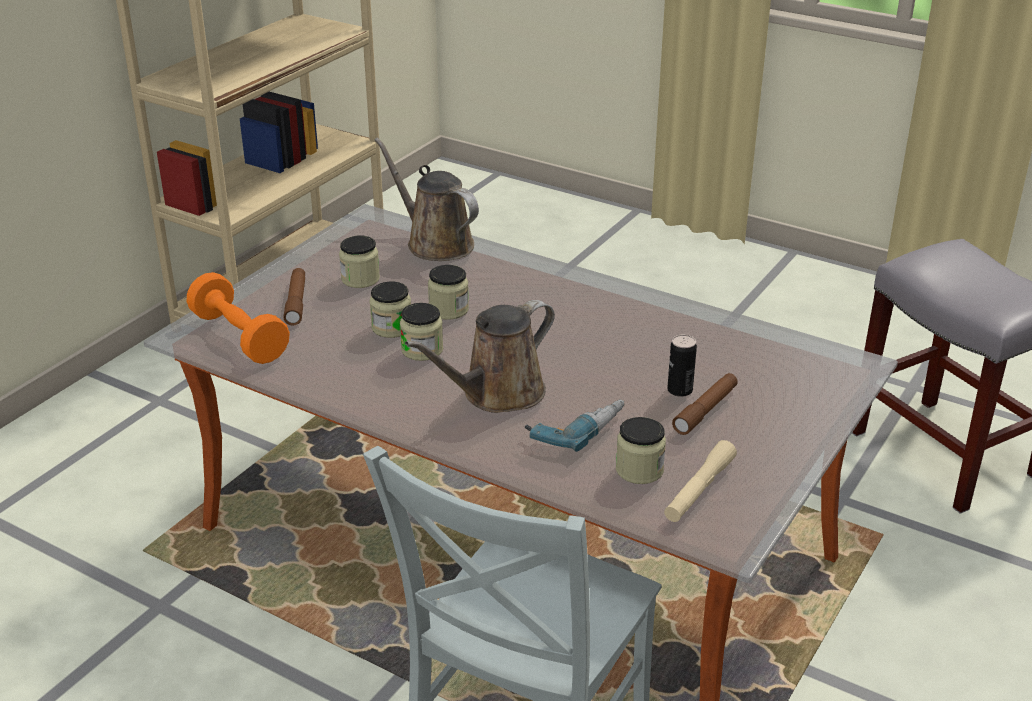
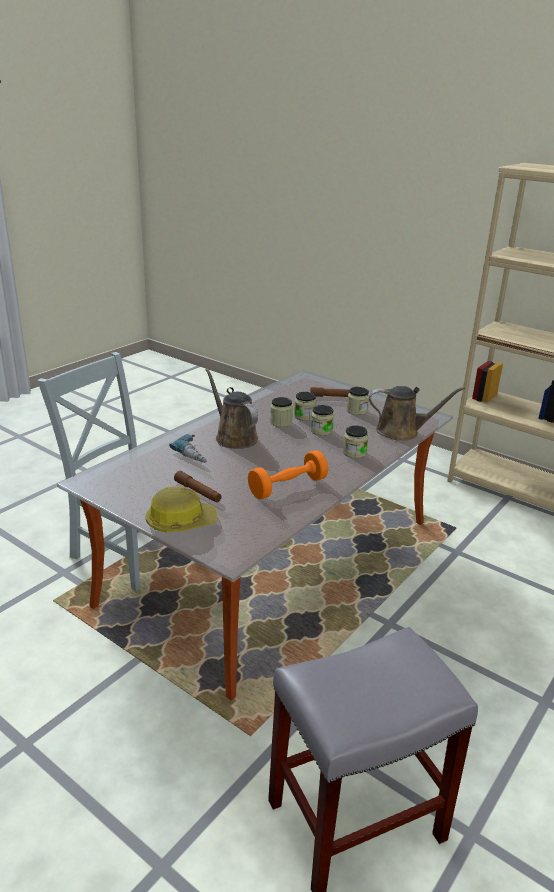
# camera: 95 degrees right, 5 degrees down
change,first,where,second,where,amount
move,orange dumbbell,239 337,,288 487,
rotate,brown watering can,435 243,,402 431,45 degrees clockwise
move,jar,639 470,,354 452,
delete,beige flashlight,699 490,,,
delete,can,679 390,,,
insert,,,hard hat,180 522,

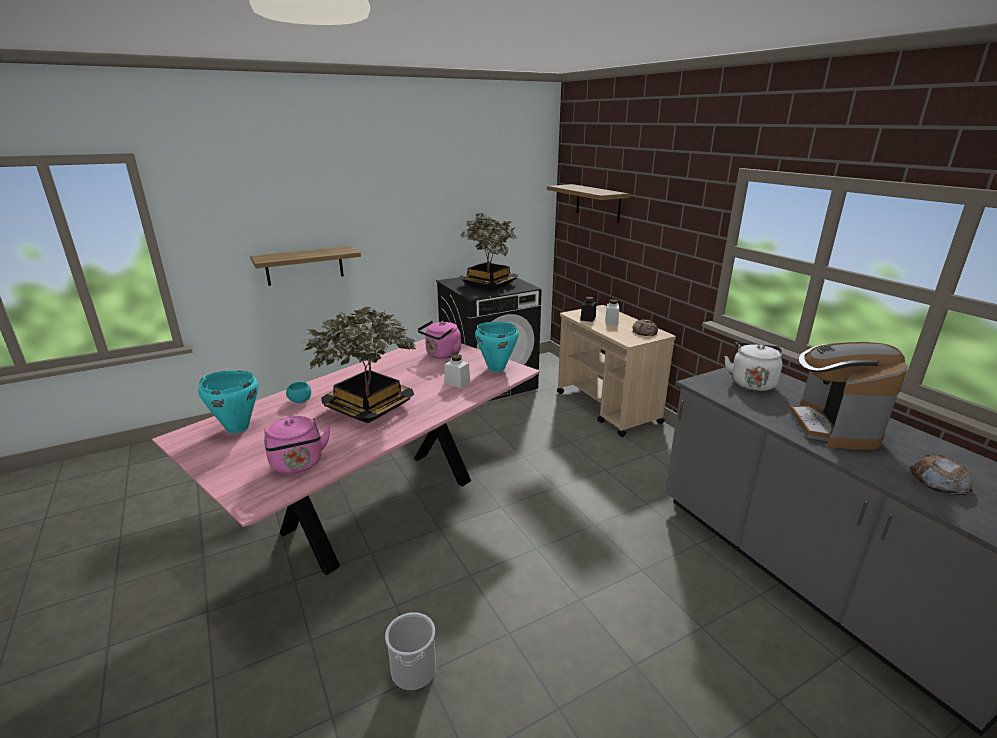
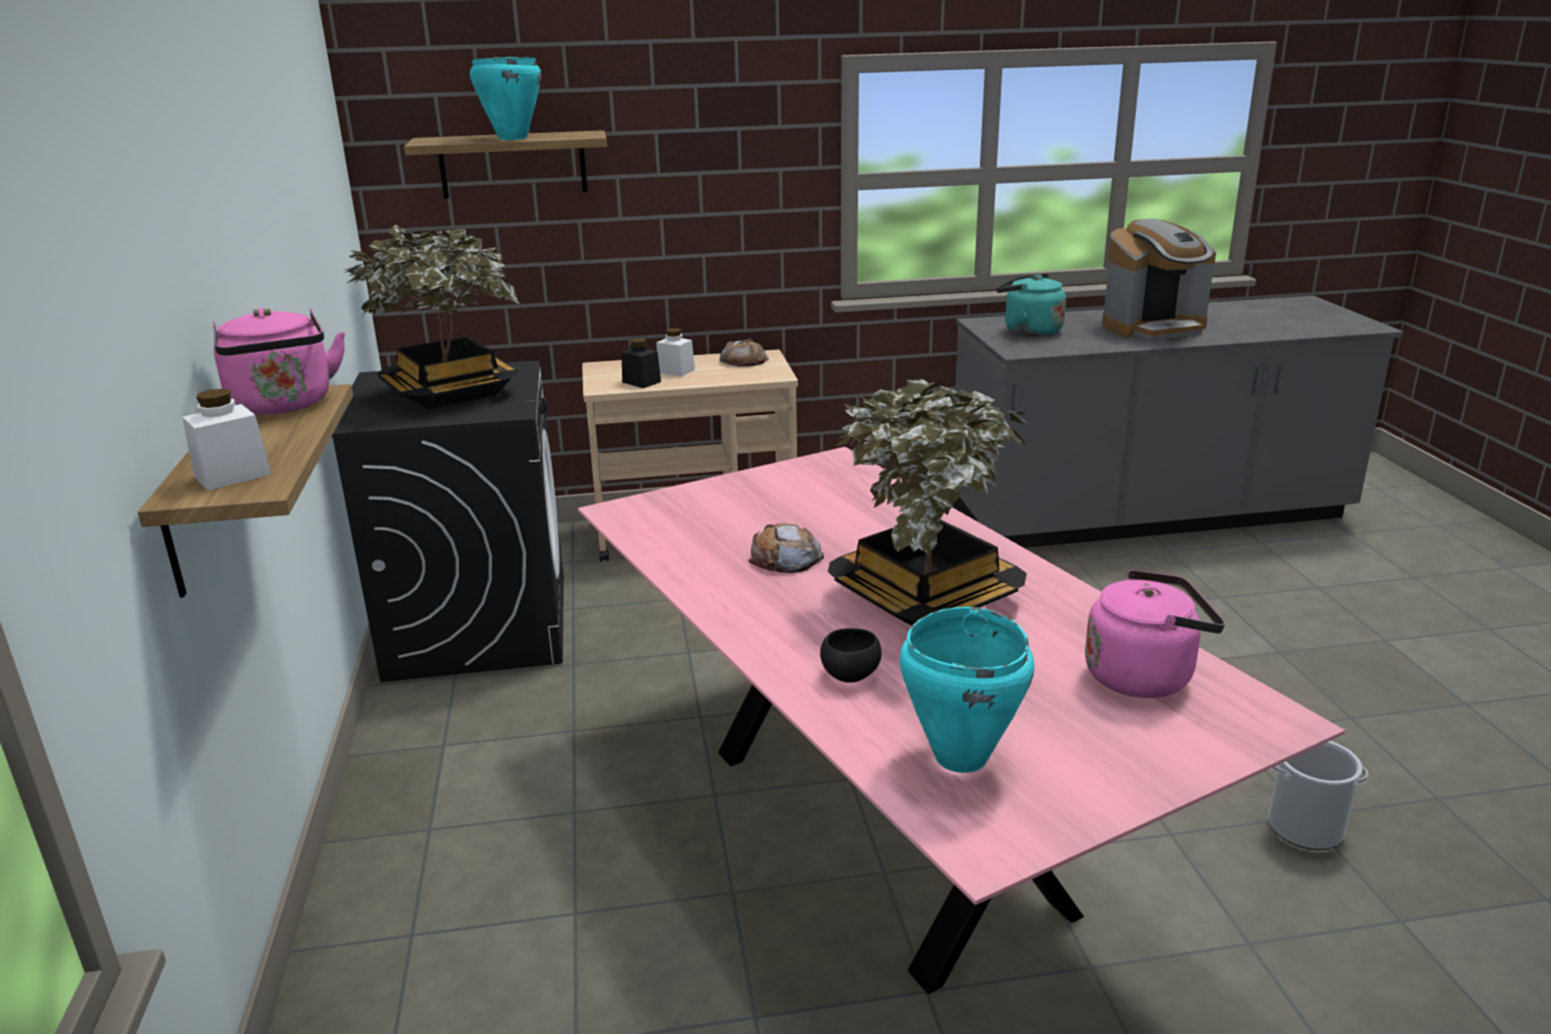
# camera: 70 degrees left, 0 degrees up
change,first,where,second,where,amount
recolor,turquoise bowl,300 401,black bowl,851 675,
move,pink kettle,442 355,,284 406,
move,white jar,457 382,,232 475,
move,turquoise cooking pot,496 368,,512 138,
recolor,white kettle,751 383,turquoise kettle,1028 331,
rotate,coffee machine,832 428,,1154 328,45 degrees counterclockwise
move,bread,939 480,,785 558,

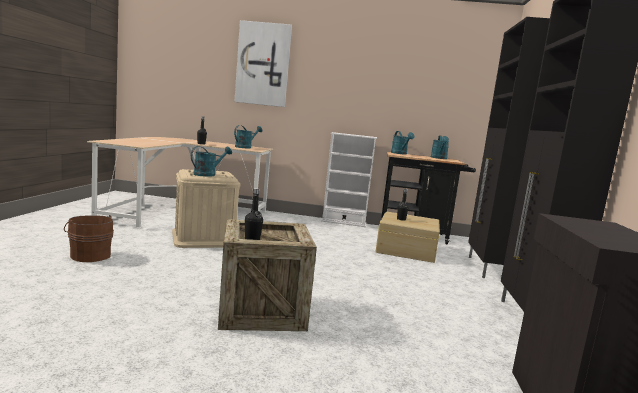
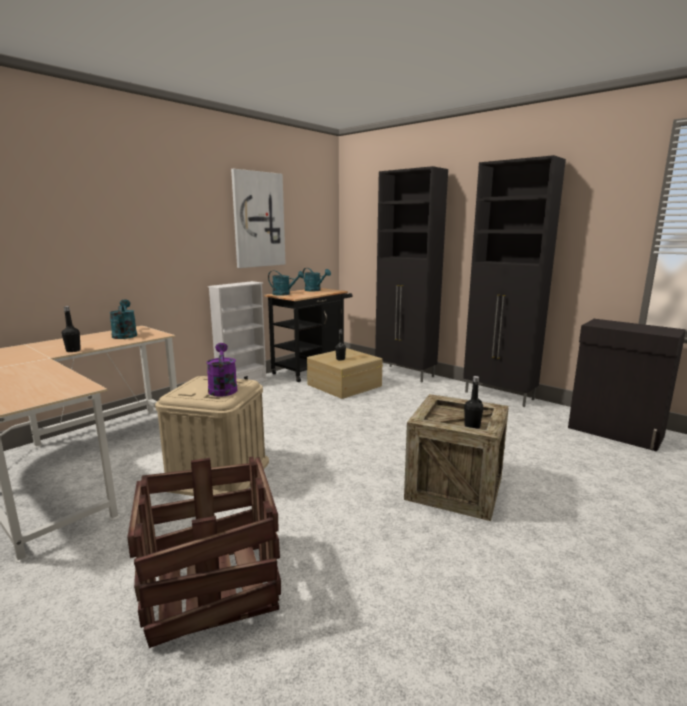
# camera: 55 degrees left, 5 degrees up
change,first,where,second,where,amount
replace,brown bucket,90 255,crate,211 581,
recolor,turquoise watering can,208 174,purple watering can,222 389,
move,picture,263 64,,258 220,

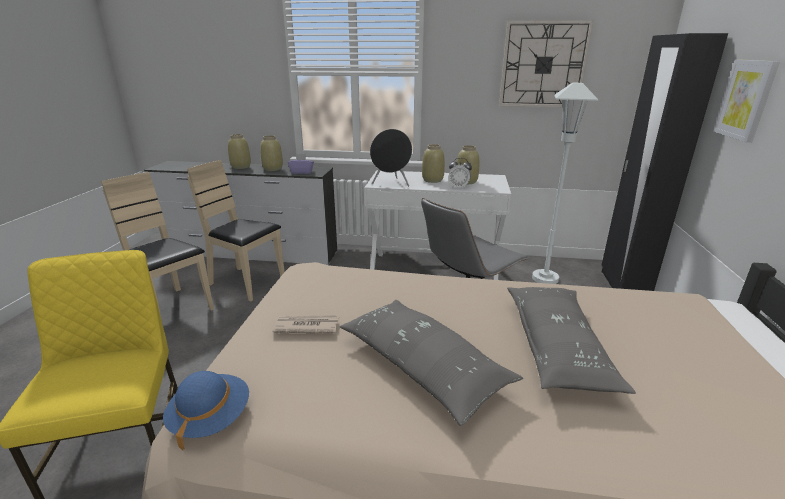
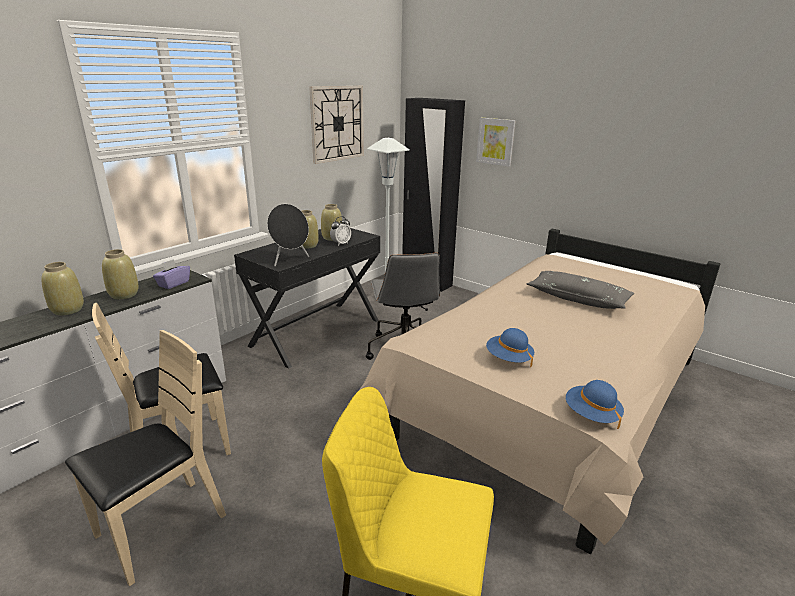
# camera: 60 degrees left, 0 degrees up
change,first,where,second,where,amount
rotate,beige chair,172 309,,161 528,150 degrees clockwise
replace,newspaper,306 326,blue hat,508 359,
delete,grey pillow,422 367,,,
recolor,white desk,434 270,black desk,316 332,

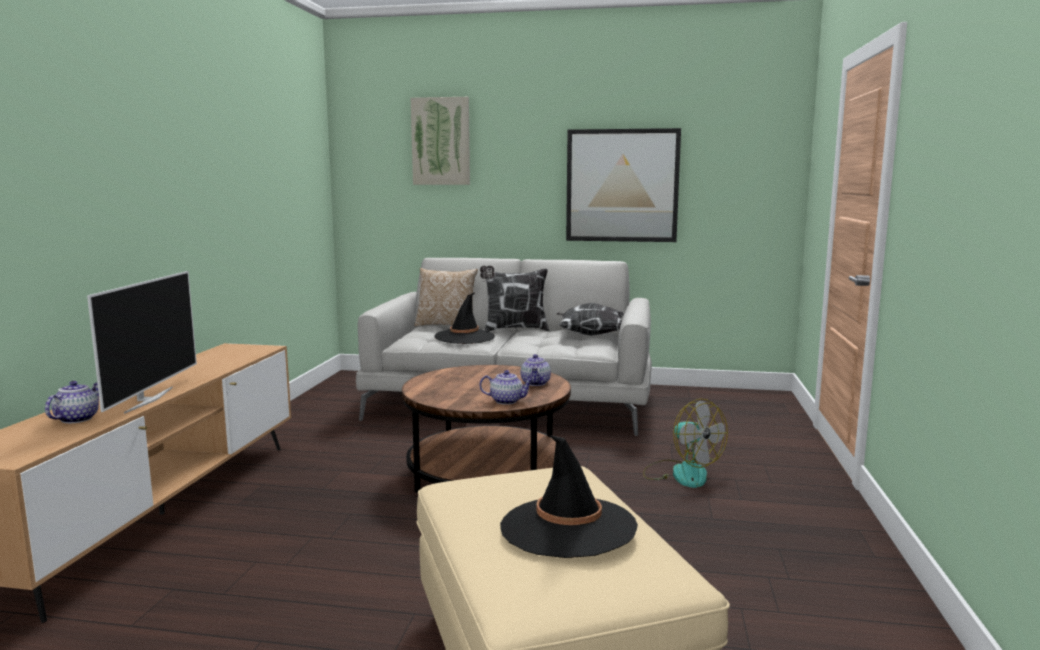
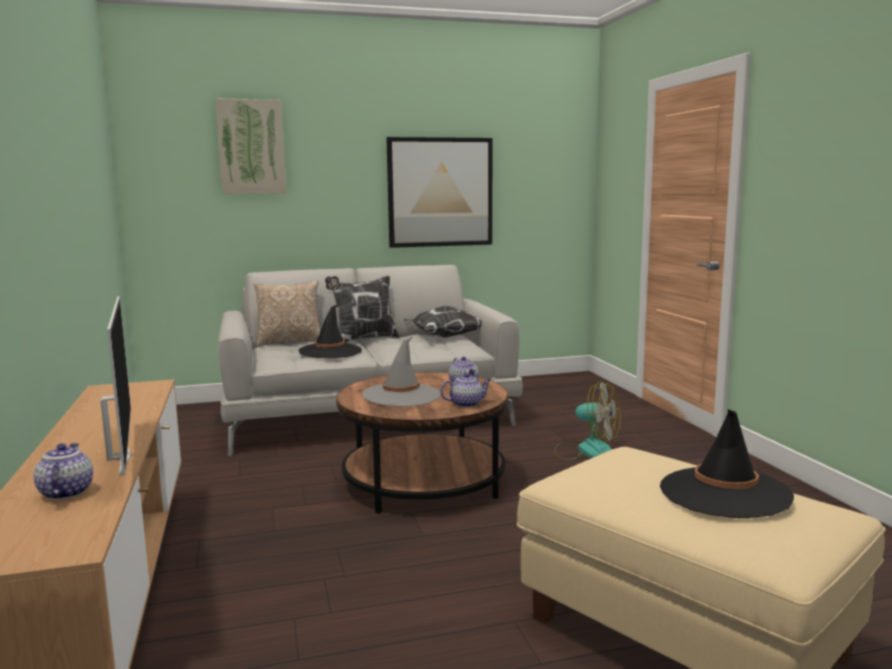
# camera: 25 degrees left, 0 degrees up
change,first,where,second,where,amount
insert,,,grey hat,401 395,

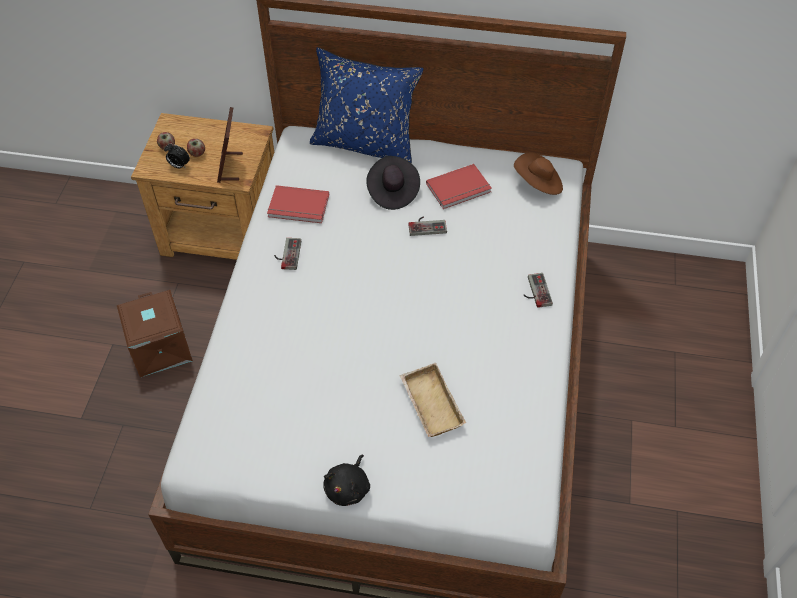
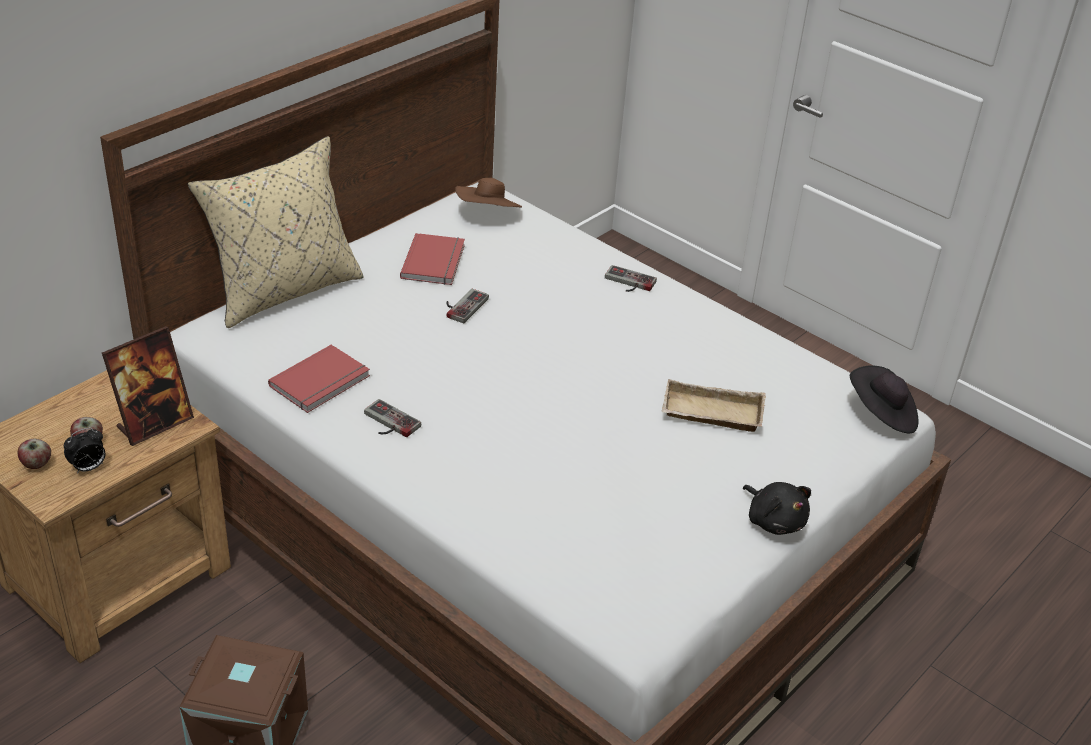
# camera: 60 degrees left, 15 degrees down
change,first,where,second,where,amount
rotate,picture frame,230 167,,154 423,75 degrees counterclockwise
recolor,blue pillow,365 144,beige pillow,283 291,
move,black hat,392 191,,881 414,

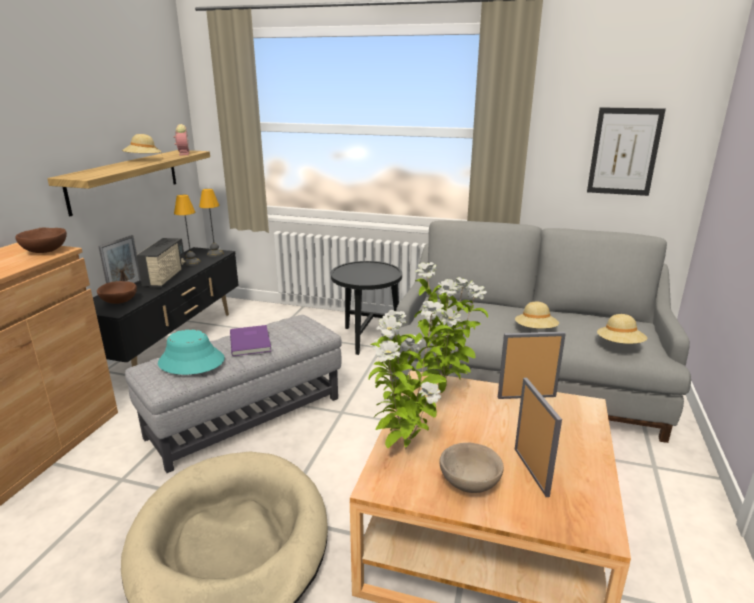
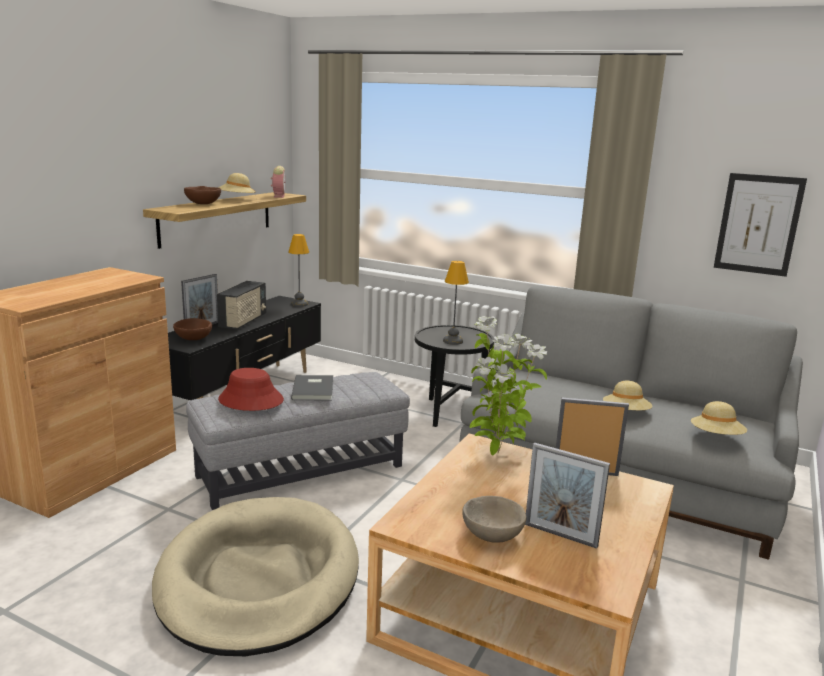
# camera: 10 degrees right, 5 degrees down
change,first,where,second,where,amount
move,brown bowl,46 251,,203 204,
recolor,turquoise hat,191 361,red hat,250 400,
move,table lamp,192 263,,453 341,
recolor,purple book,251 341,grey book,314 389,
delete,potted plant,403 448,,,
rotate,picture frame,531 471,,560 535,120 degrees clockwise

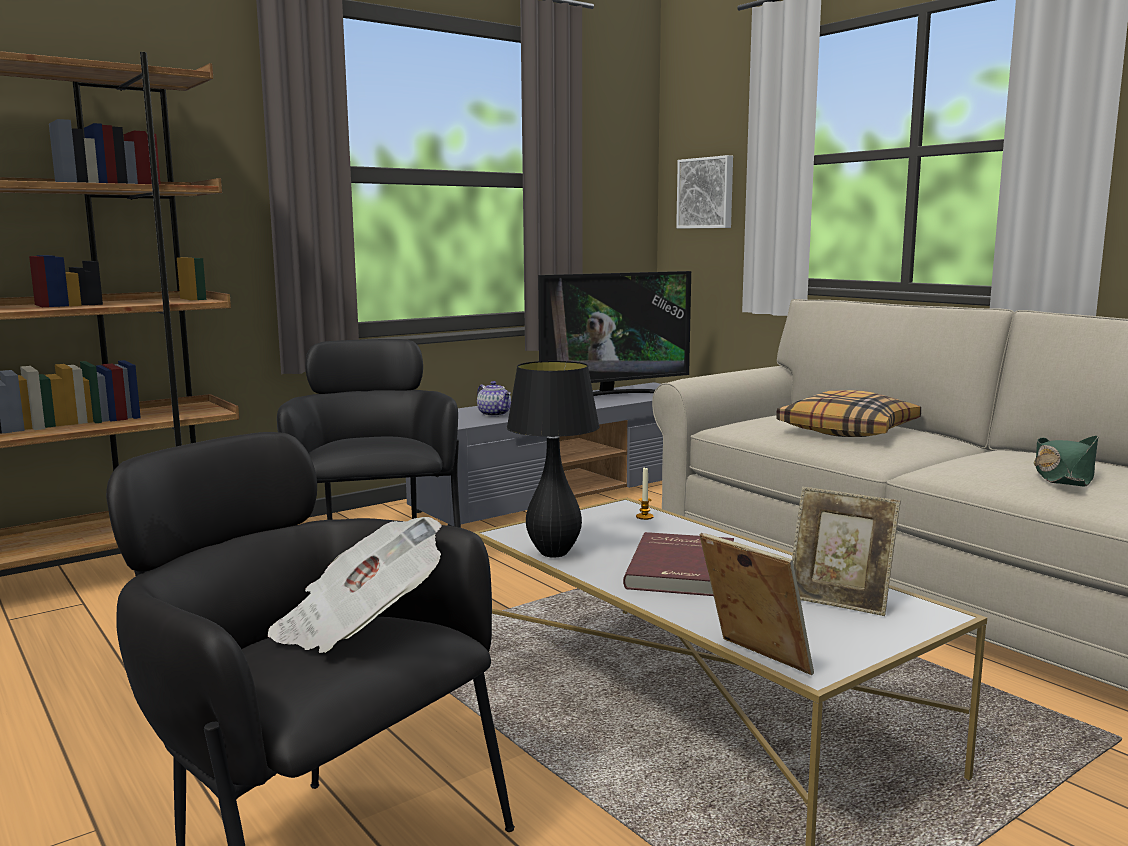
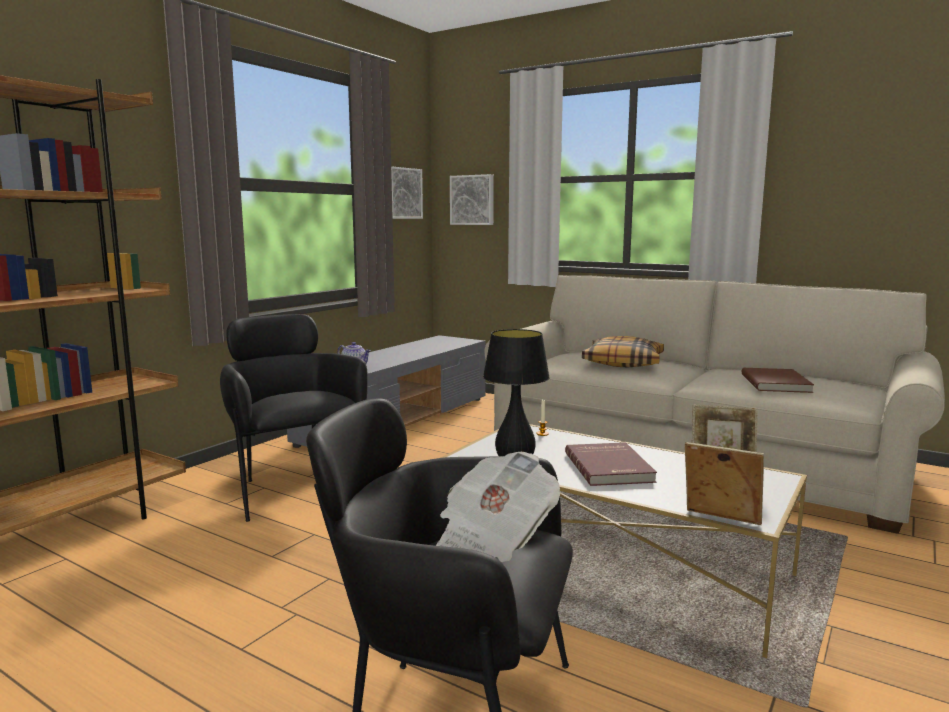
# camera: 20 degrees left, 0 degrees up
change,first,where,second,where,amount
delete,television,613 396,,,
replace,green hat,1063 476,brown book,777 383,
insert,,,picture,402 193,

